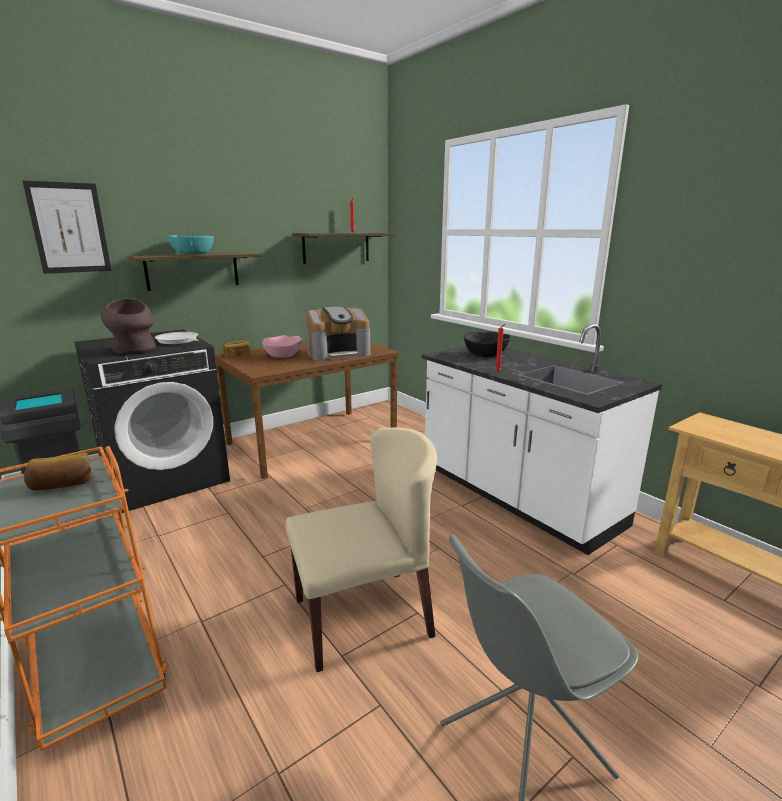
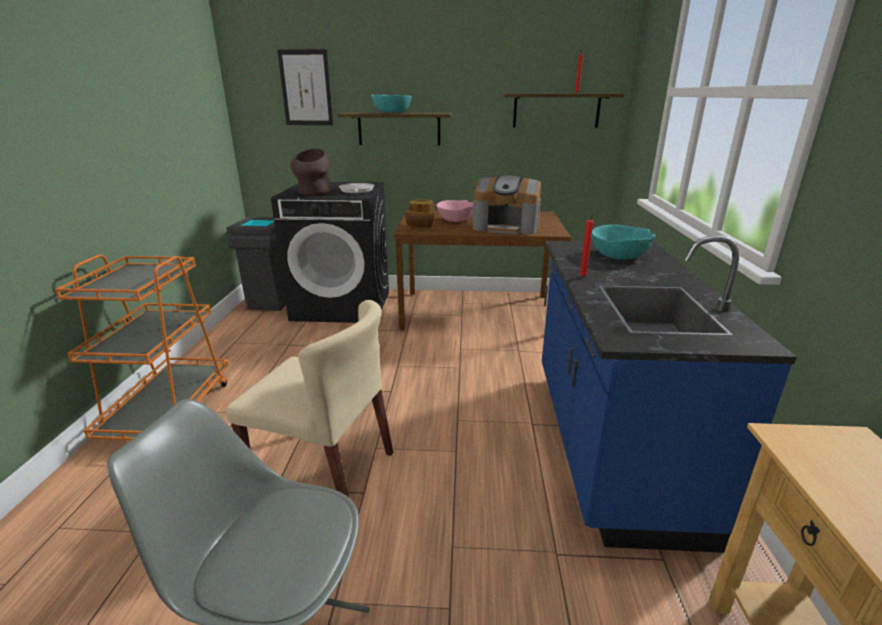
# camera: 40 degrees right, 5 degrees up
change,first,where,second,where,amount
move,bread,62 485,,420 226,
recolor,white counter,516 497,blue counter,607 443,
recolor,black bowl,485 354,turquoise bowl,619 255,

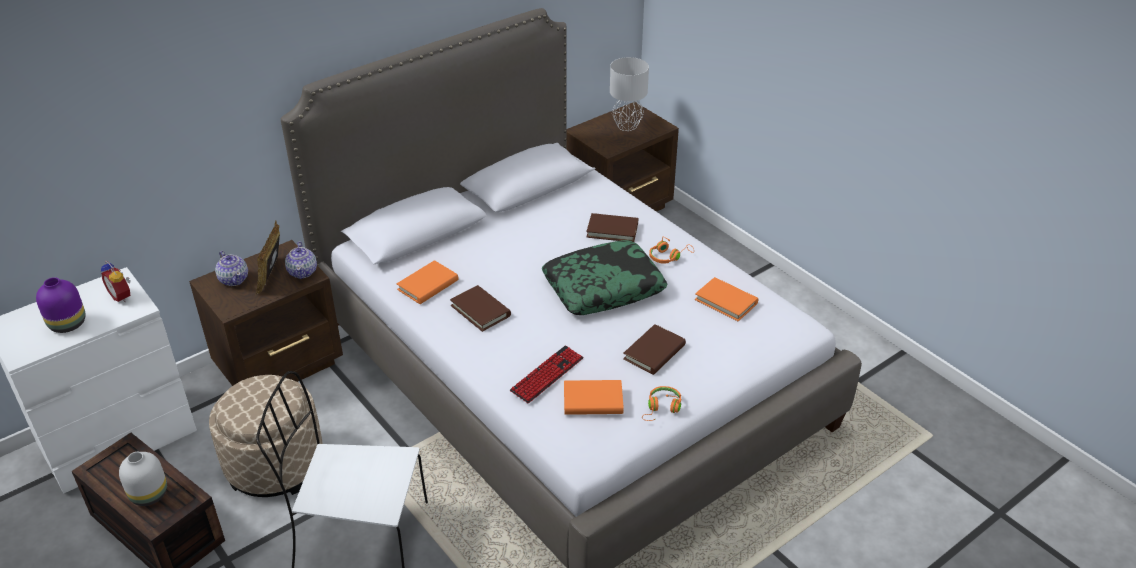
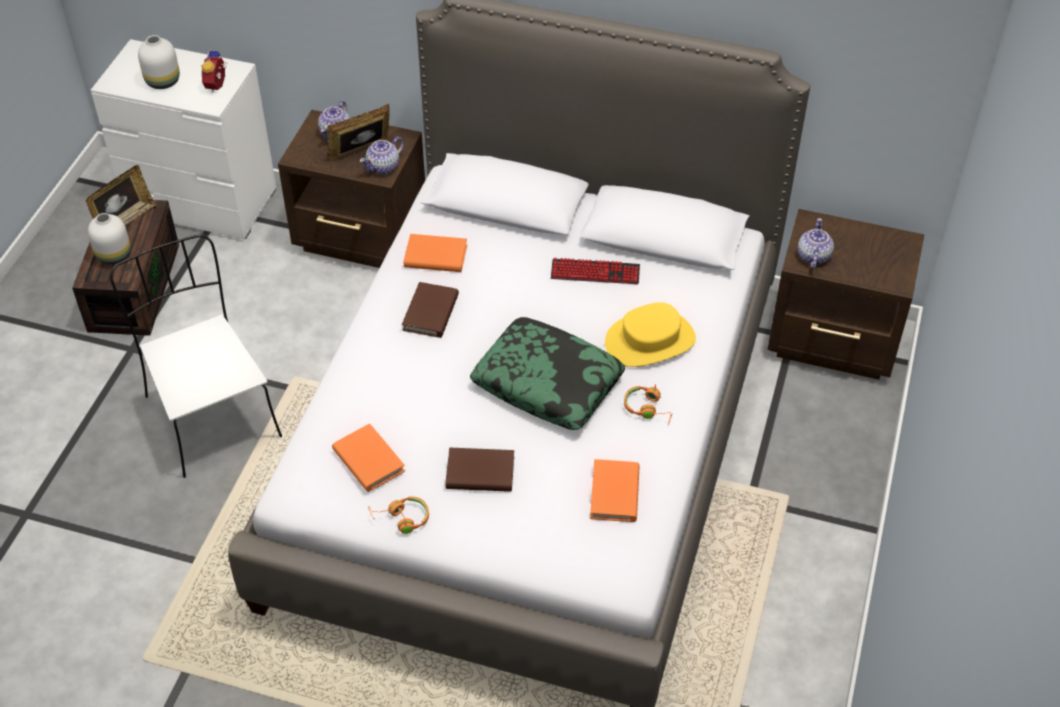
# camera: 55 degrees right, 10 degrees up
change,first,where,second,where,amount
recolor,purple vase,68 323,white vase,164 81,
delete,beige ottoman,275 464,,,
move,keyboard,547 375,,595 273,
replace,brown book,612 230,yellow hat,650 341,
delete,grey table lamp,627 126,,,
insert,,,picture frame,124 220,
insert,,,teapot,813 256,

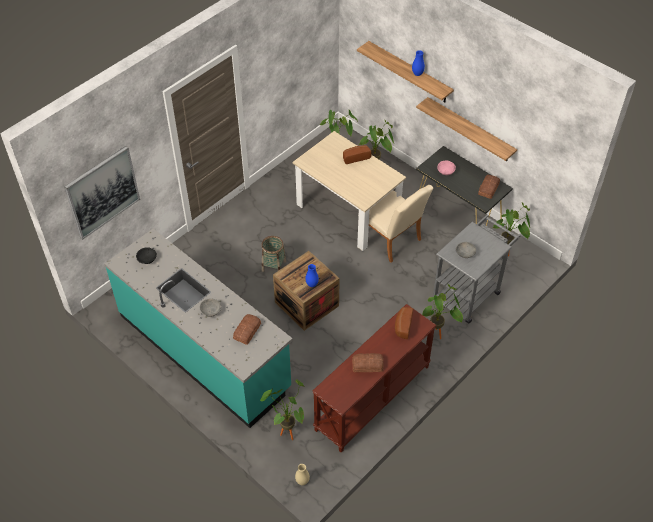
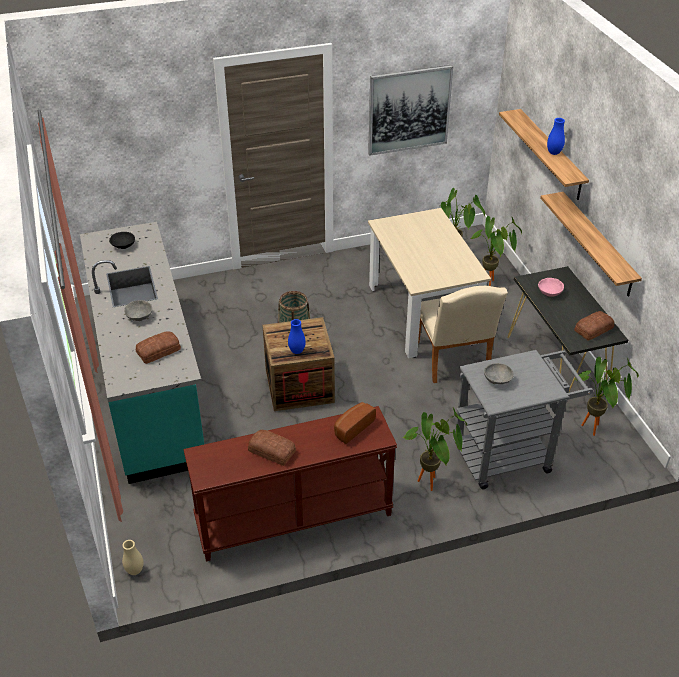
# camera: 30 degrees right, 10 degrees down
change,first,where,second,where,amount
move,picture,102 192,,409 110,
delete,potted plant,286 431,,,
delete,bread,355 157,,,

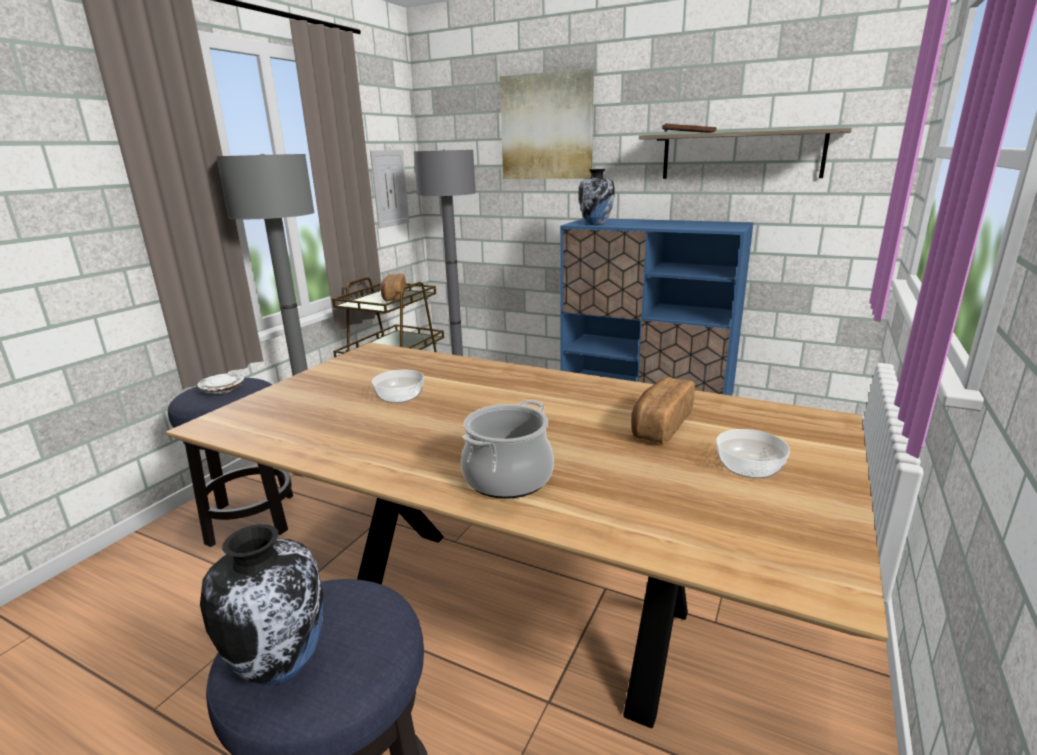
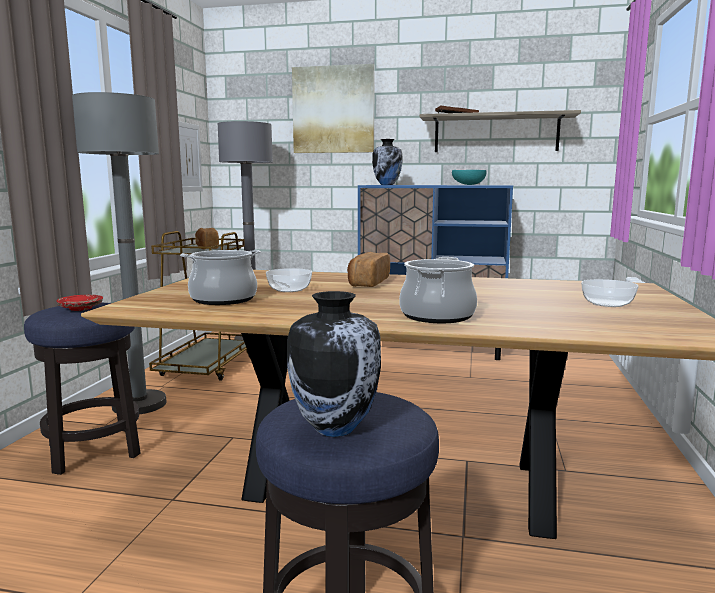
# camera: 15 degrees left, 10 degrees down
change,first,where,second,where,amount
recolor,white plate,223 390,red plate,81 308,
move,bread,660 425,,368 283,
insert,,,cooking pot,223 299,
insert,,,turquoise bowl,468 184,

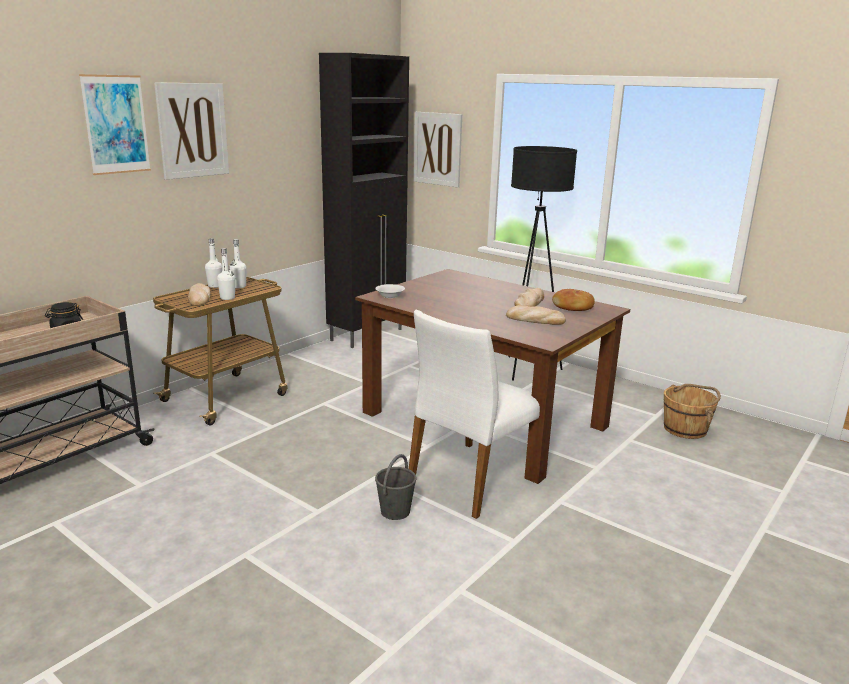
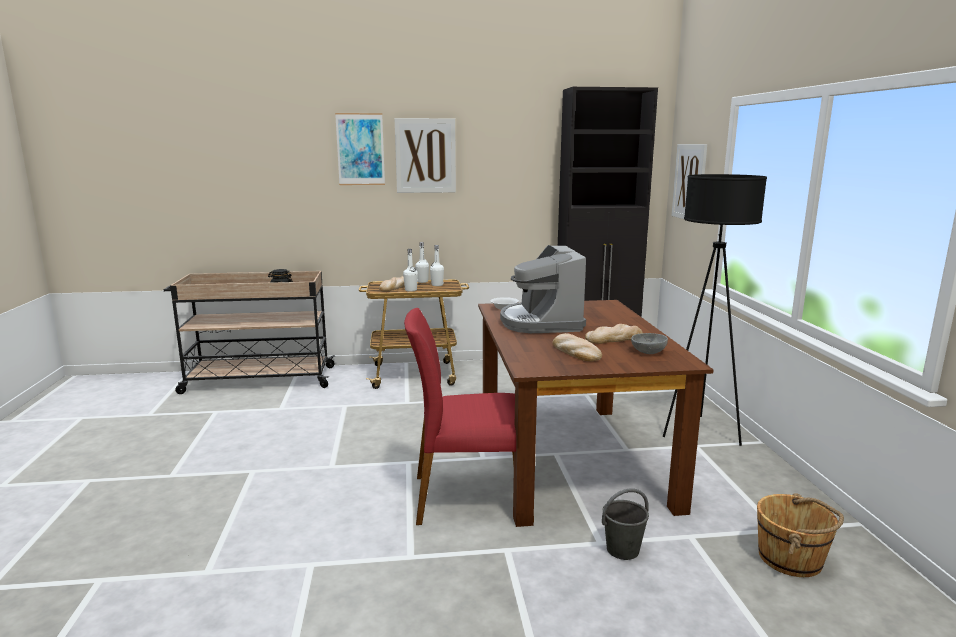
# camera: 45 degrees right, 5 degrees down
change,first,where,second,where,amount
move,grey bucket,395 511,,623 549,
recolor,white chair,472 479,red chair,469 496,
replace,bread,573 307,grey bowl,647 352,
insert,,,coffee machine,541 322,

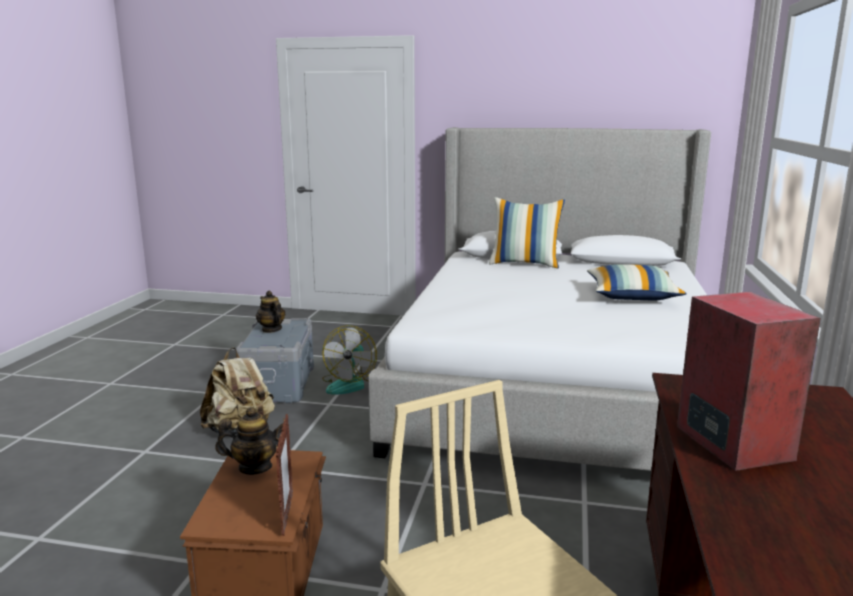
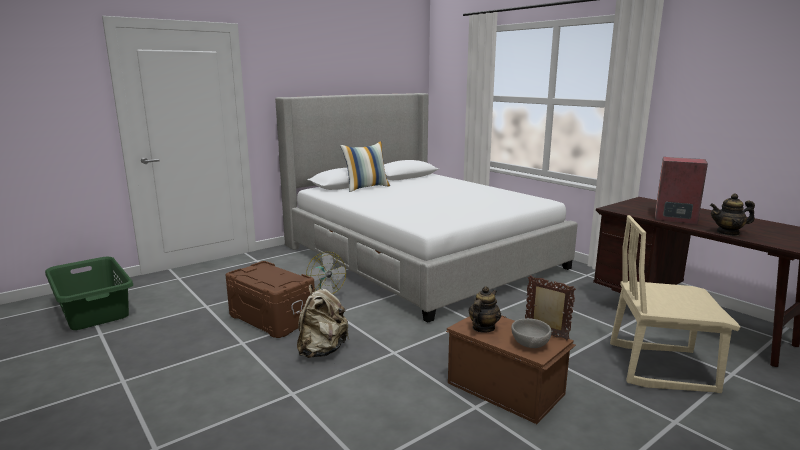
# camera: 50 degrees left, 0 degrees up
change,first,where,second,where,amount
recolor,grey storage box,280 383,brown storage box,273 318,
move,teapot,271 329,,728 233,
delete,pillow,632 296,,,
insert,,,green laundry basket,94 310,
insert,,,grey bowl,531 343,

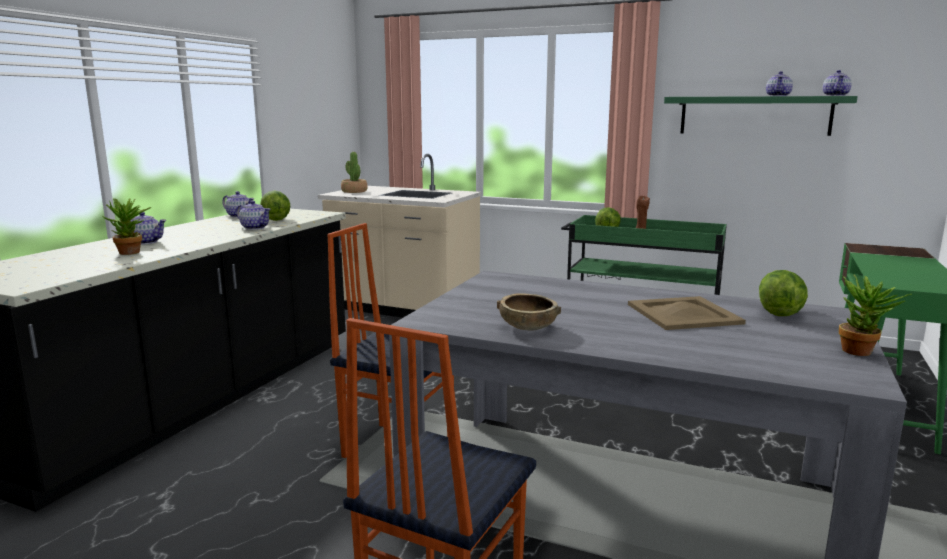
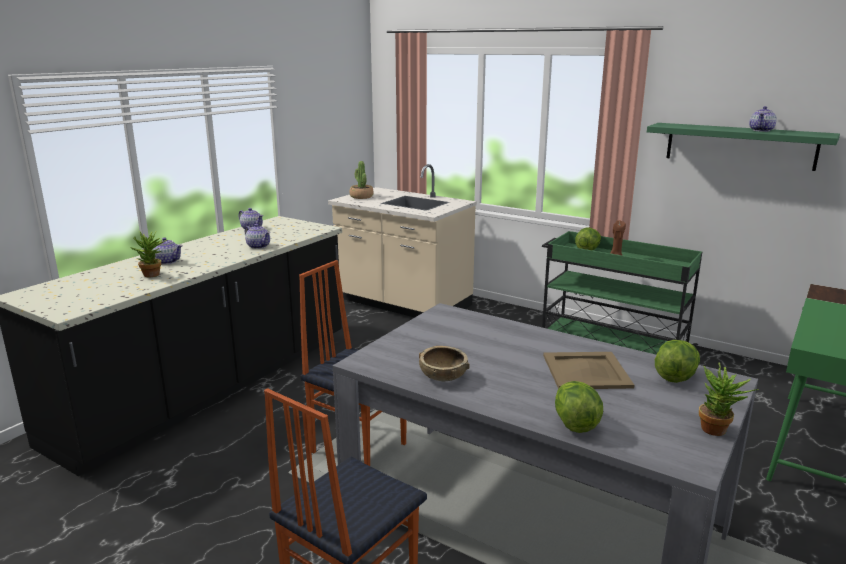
# camera: 10 degrees right, 5 degrees up
change,first,where,second,where,amount
move,lettuce,276 219,,575 423,
delete,teapot,835 95,,,

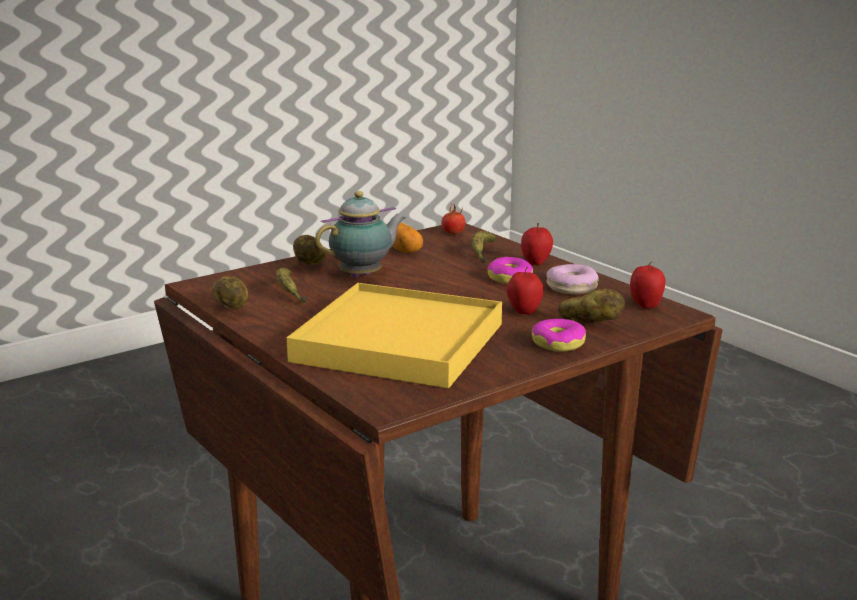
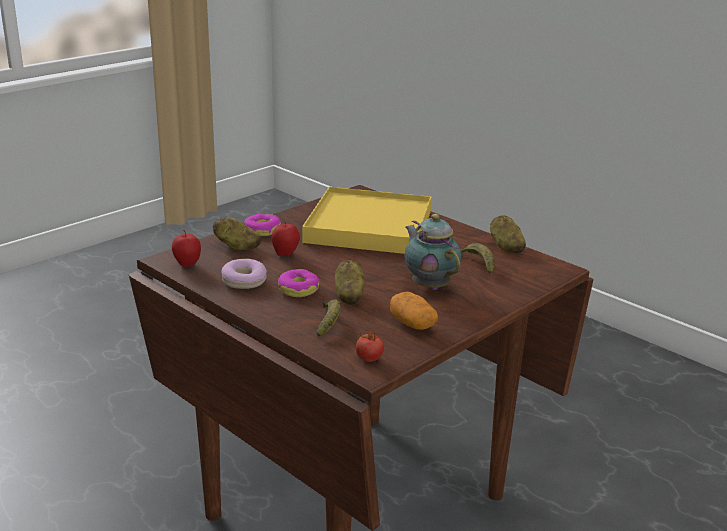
# camera: 170 degrees right, 5 degrees up
change,first,where,second,where,amount
move,potato,311 264,,349 296,
rotate,teapot,364 276,,429 285,105 degrees clockwise
delete,apple,536 263,,,

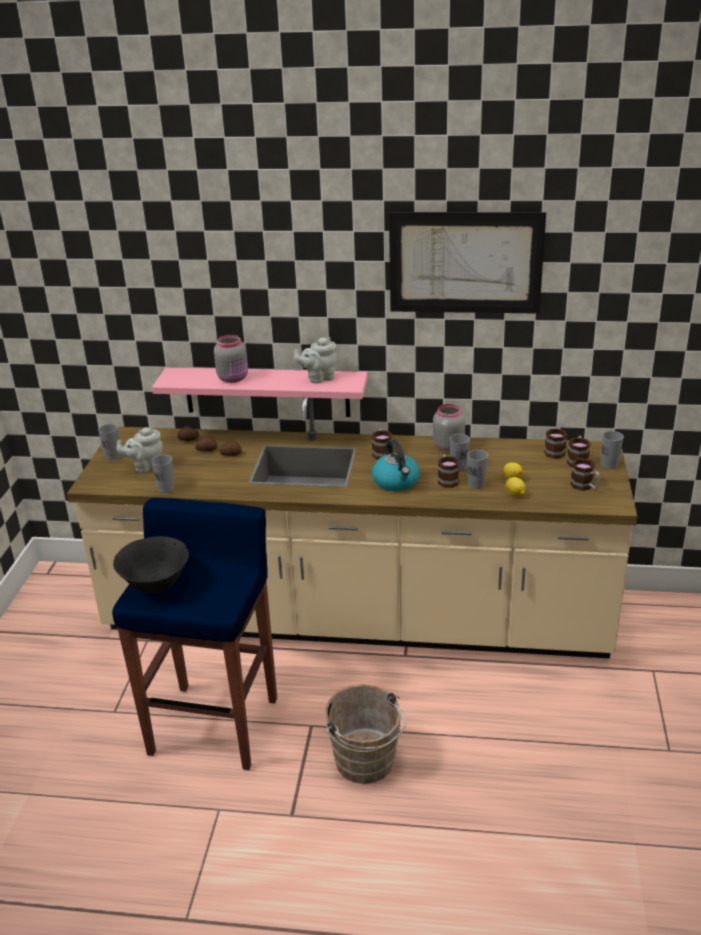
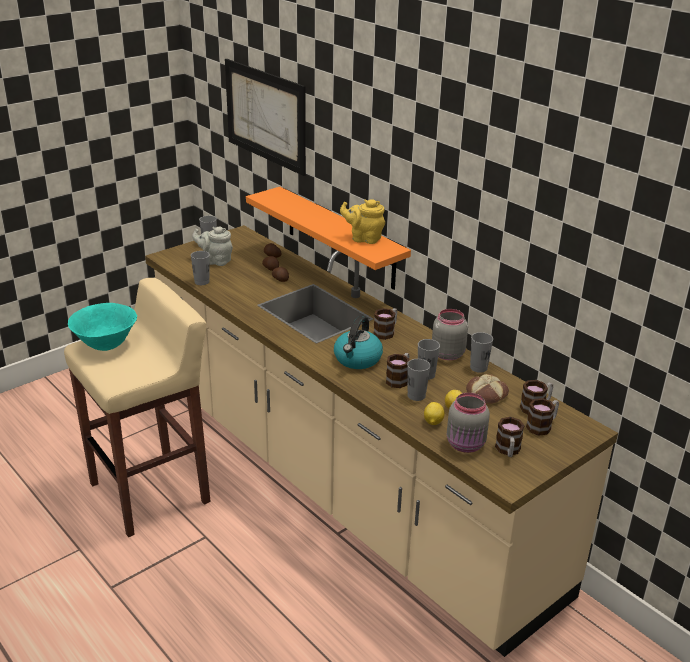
# camera: 40 degrees right, 0 degrees up
change,first,where,second,where,amount
recolor,blue stool,215 724,beige stool,152 492,
recolor,black bowl,156 586,turquoise bowl,106 345,
recolor,pink shelf,267 391,orange shelf,340 238,
move,grey jar,234 378,,466 445,
recolor,grey teapot,319 378,yellow teapot,364 238,
delete,brown bucket,367 764,,,
move,picture,465 263,,265 115,
move,grey cup,609 464,,478 368,
insert,,,bread,487 394,

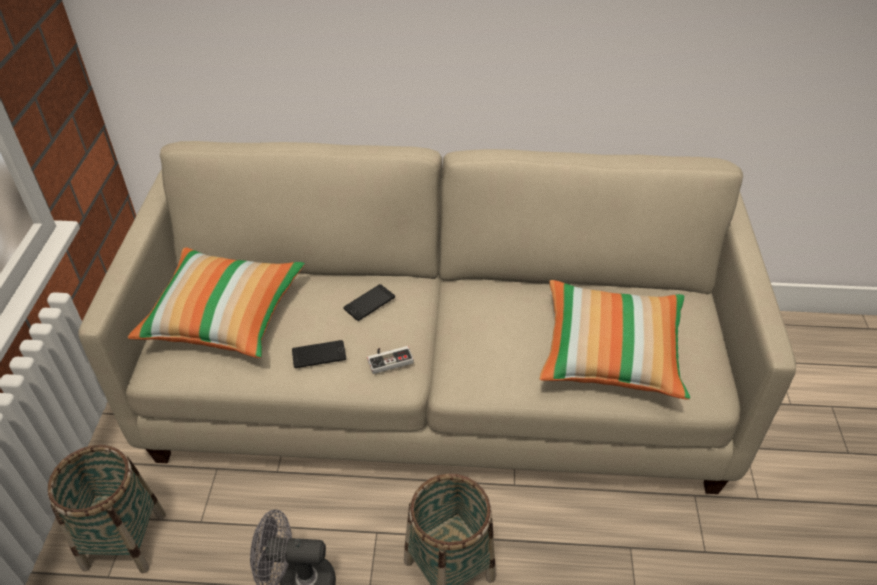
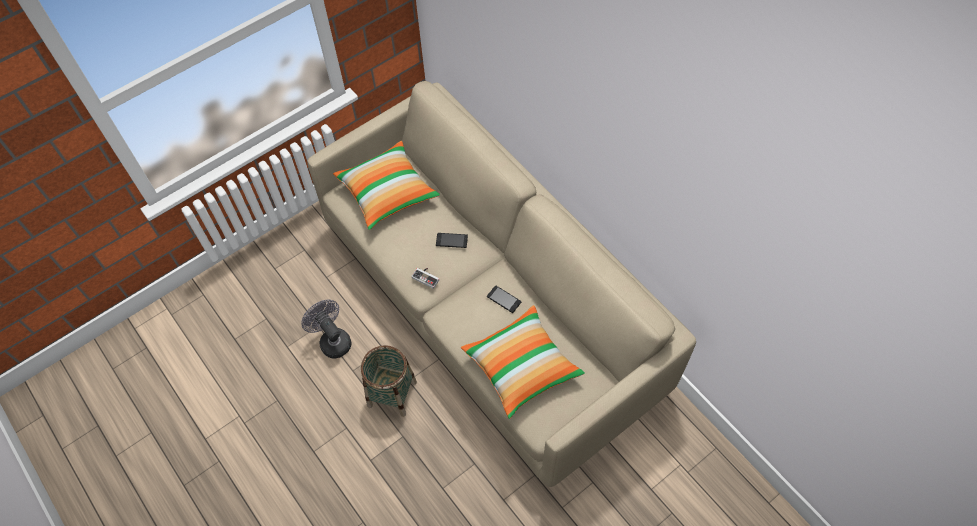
# camera: 50 degrees right, 15 degrees up
change,first,where,second,where,amount
delete,basket,124 540,,,
move,phone,319 354,,504 299,

